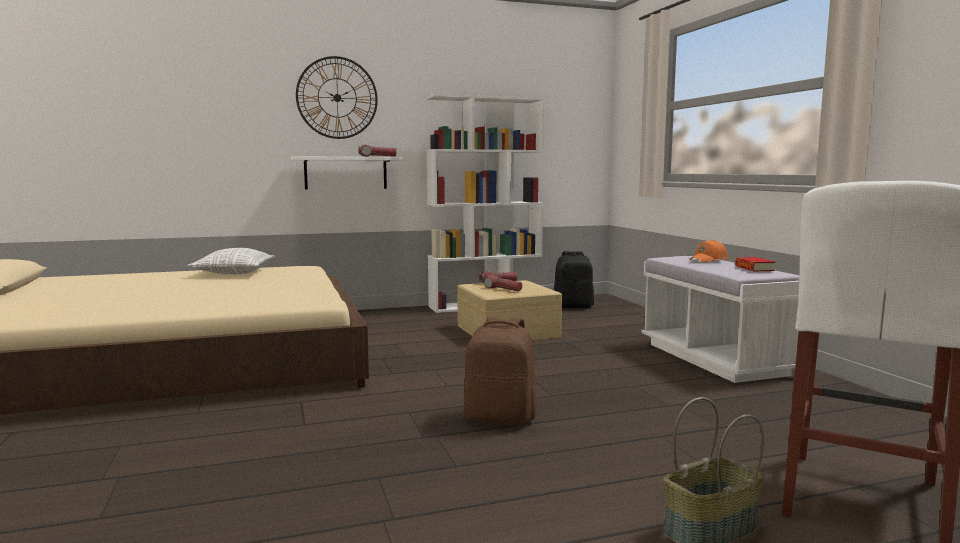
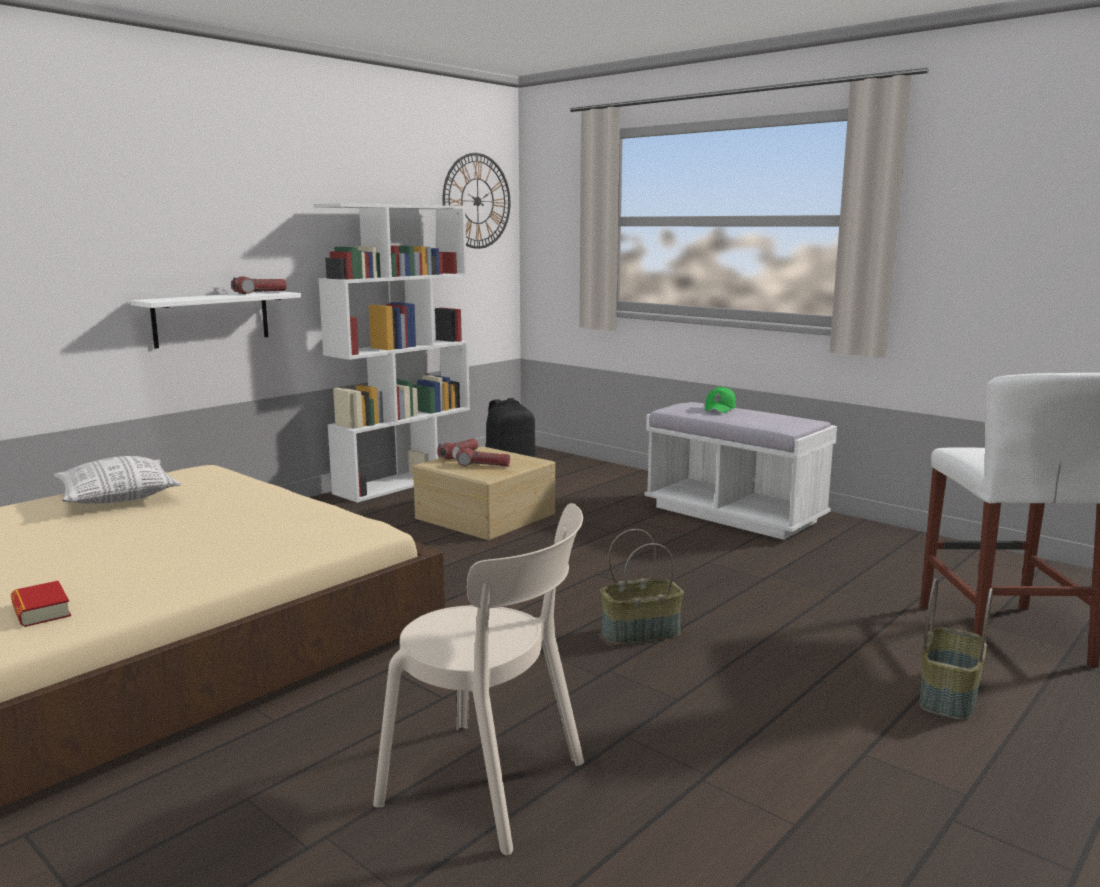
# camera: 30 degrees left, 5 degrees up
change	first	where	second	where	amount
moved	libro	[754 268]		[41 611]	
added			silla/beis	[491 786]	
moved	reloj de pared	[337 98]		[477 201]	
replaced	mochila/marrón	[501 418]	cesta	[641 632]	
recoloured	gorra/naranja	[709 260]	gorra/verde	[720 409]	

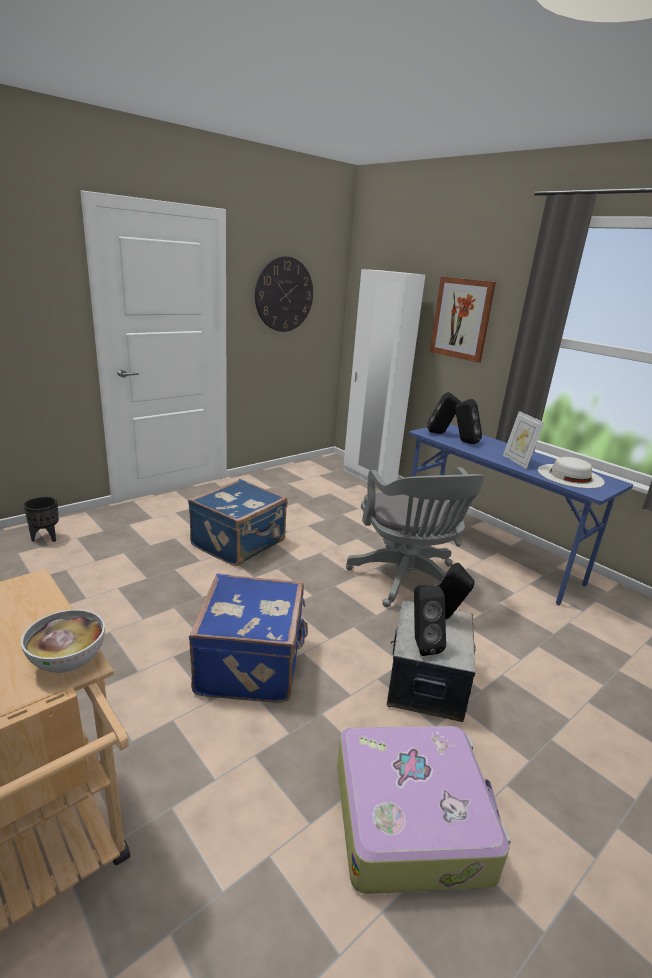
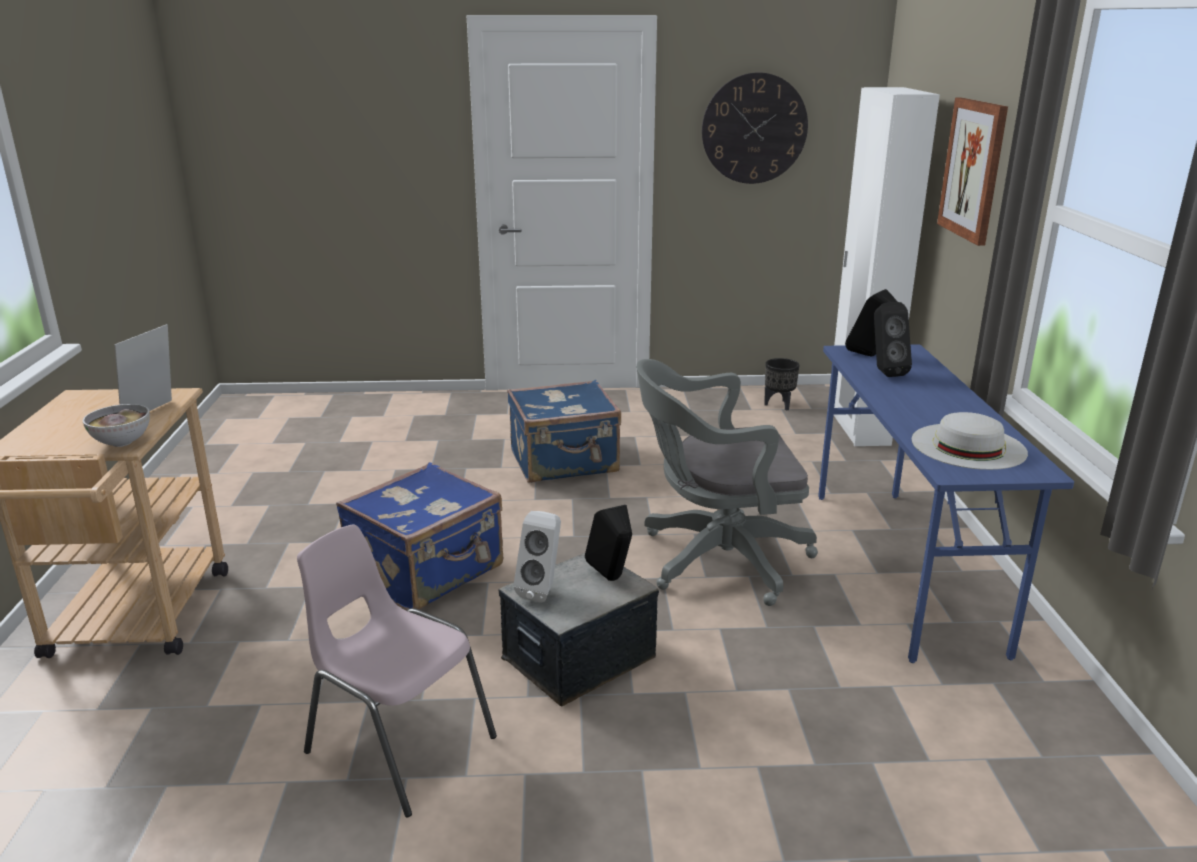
# camera: 40 degrees right, 0 degrees up
change	first	where	second	where	amount
moved	portarretratos	[517 461]		[152 413]	
replaced	maleta	[412 817]	silla/rosa	[398 744]	
recoloured	altavoz/negro	[421 644]	altavoz/blanco	[543 590]	
turned	silla de oficina/gris	[407 581]		[716 560]	60 degrees clockwise
moved	maceta/negro	[46 538]		[779 405]	

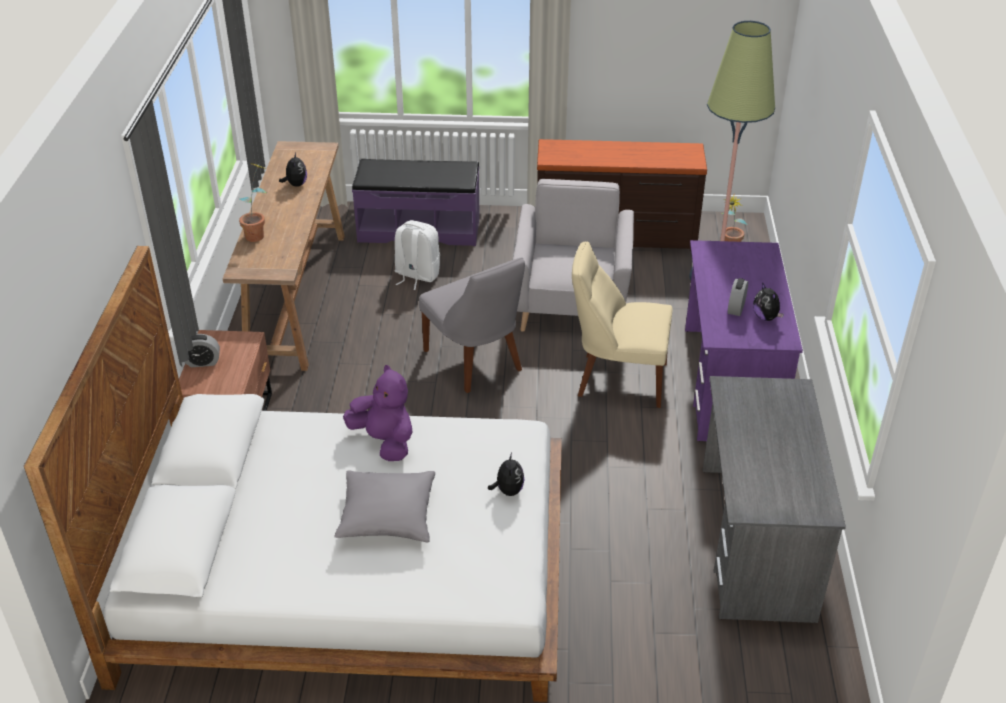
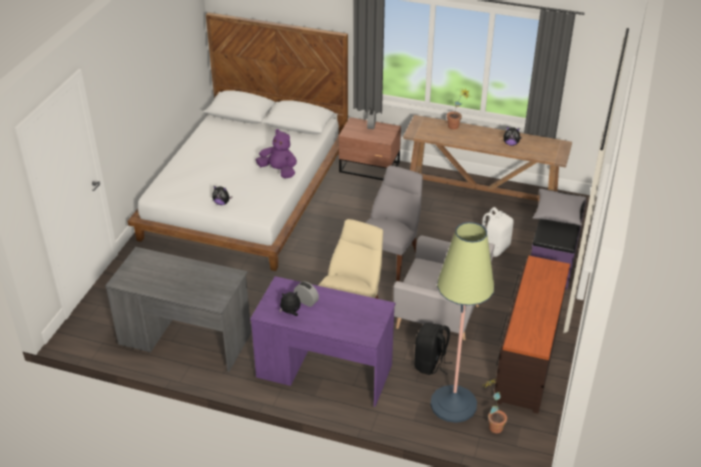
# camera: 105 degrees right, 0 degrees up
change	first	where	second	where	amount
turned	peluche/morado	[384 441]		[279 171]	120 degrees counterclockwise
turned	silla/gris	[475 362]		[390 259]	135 degrees clockwise
added			mochila/negro	[430 364]	
moved	cojín/gris	[387 516]		[558 214]	

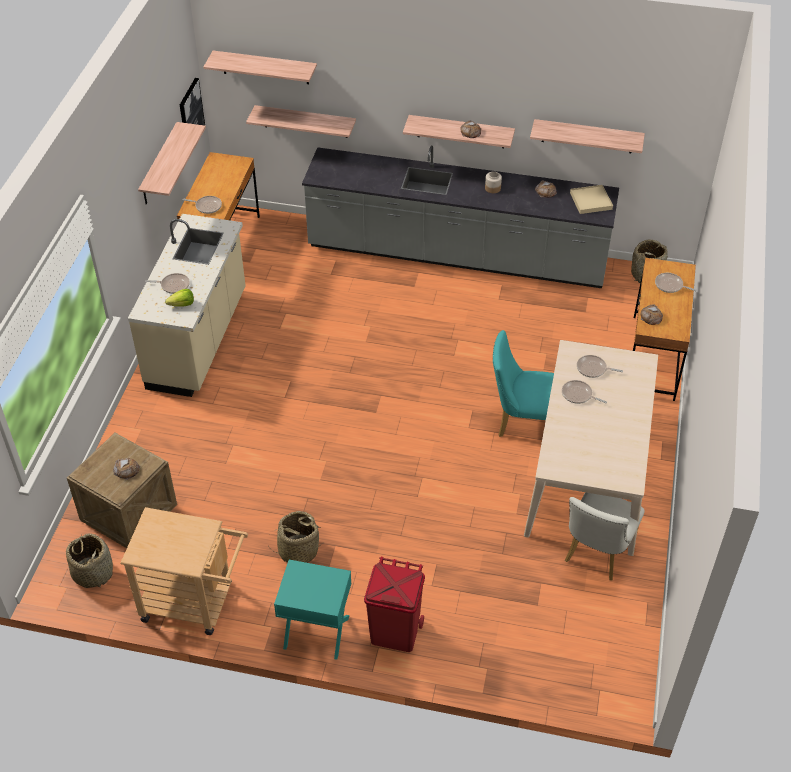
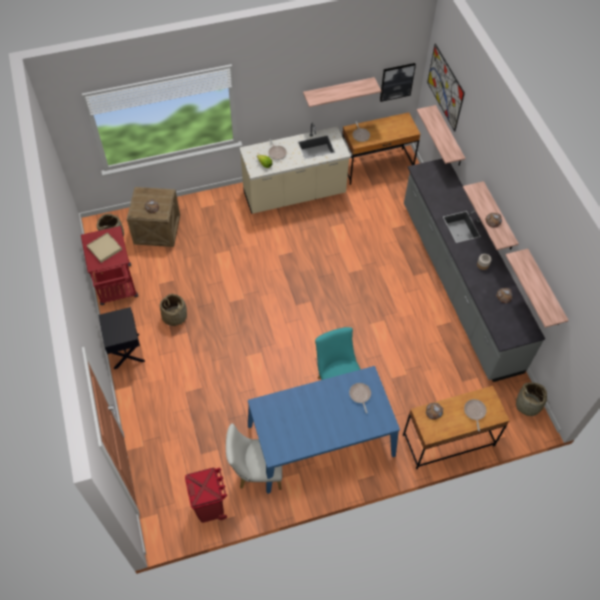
# camera: 60 degrees right, 10 degrees up
change	first	where	second	where	amount
recoloured	carrito/beis	[195 603]	carrito/rojo	[117 288]	
moved	bandeja/beis	[590 201]		[104 248]	
recoloured	mesita de noche/turquesa	[316 632]	mesita de noche/negro	[126 351]	
moved	papelera/rojo	[395 632]		[210 506]	
recoloured	mesa de comedor/beis	[588 471]	mesa de comedor/azul	[320 440]	
replaced	estante	[265 67]	cuadro	[445 87]	
removed	sartén	[578 395]			

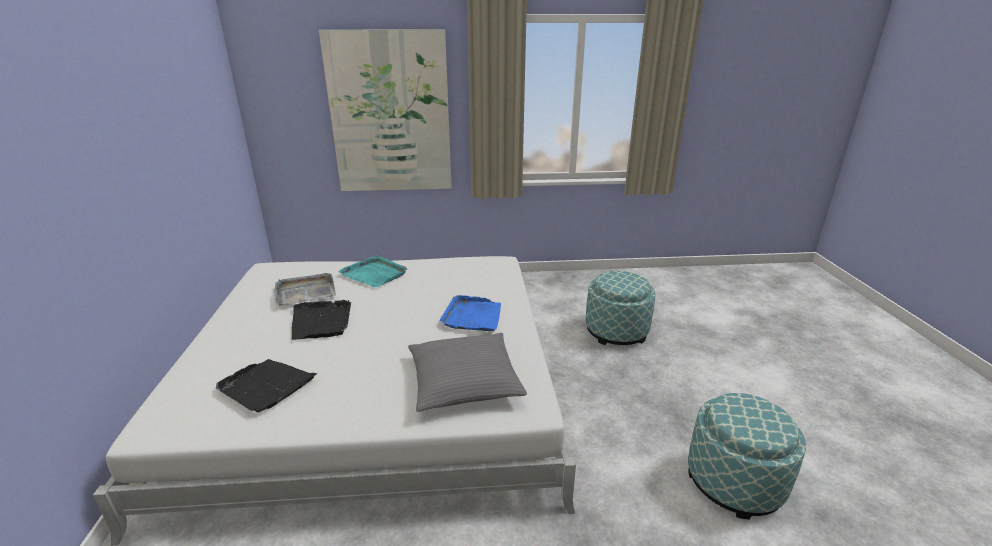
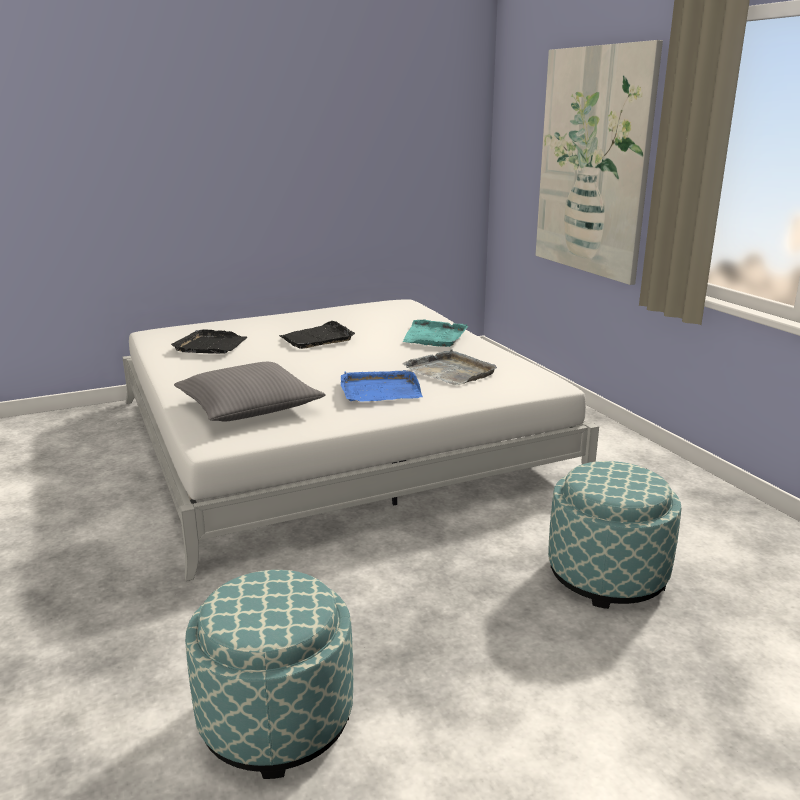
# camera: 70 degrees right, 5 degrees down
change	first	where	second	where	amount
moved	bandeja/gris	[305 292]		[450 371]	

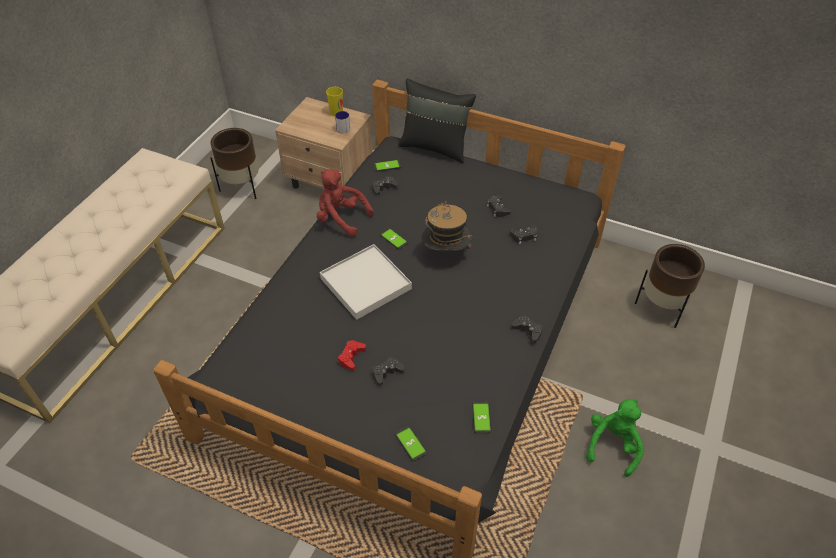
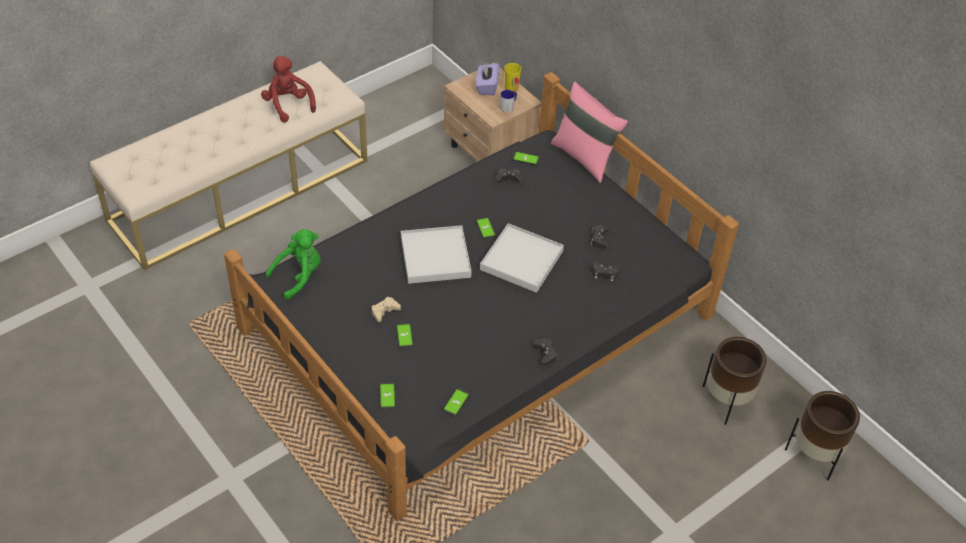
# camera: 25 degrees right, 0 degrees up
change	first	where	second	where	amount
moved	peluche/rojo	[341 218]		[288 105]	
moved	peluche/verde	[613 445]		[299 276]	
recoloured	mando de consola/rojo	[351 357]	mando de consola/beis	[384 311]	
replaced	mando de consola/negro	[387 373]	móvil	[404 336]	
added			caja de pañuelos/morado	[487 86]	
replaced	sombrero	[445 254]	bandeja/blanco	[521 260]	
recoloured	cojín/negro	[435 147]	cojín/rosa	[585 157]	
moved	maceta/marrón	[242 187]		[814 455]	

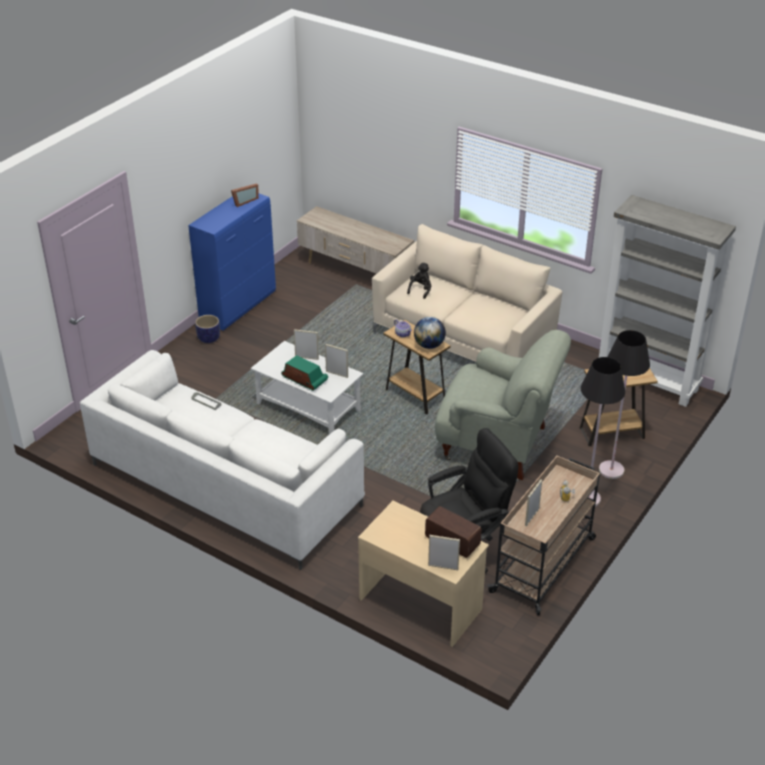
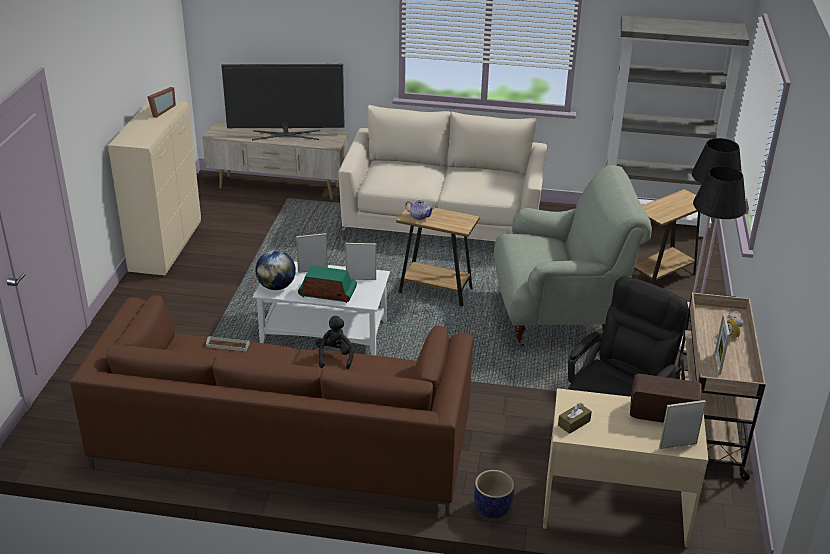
# camera: 25 degrees left, 5 degrees down
change	first	where	second	where	amount
recoloured	sofá/blanco	[225 484]	sofá/marrón	[284 443]	
recoloured	armario/azul	[238 306]	armario/beis	[166 247]	
added			televisor	[286 135]	
moved	globo terráqueo	[429 345]		[276 286]	
moved	peluche/negro	[420 290]		[335 356]	
moved	maceta	[208 338]		[492 509]	
added			caja de pañuelos/marrón	[574 423]	

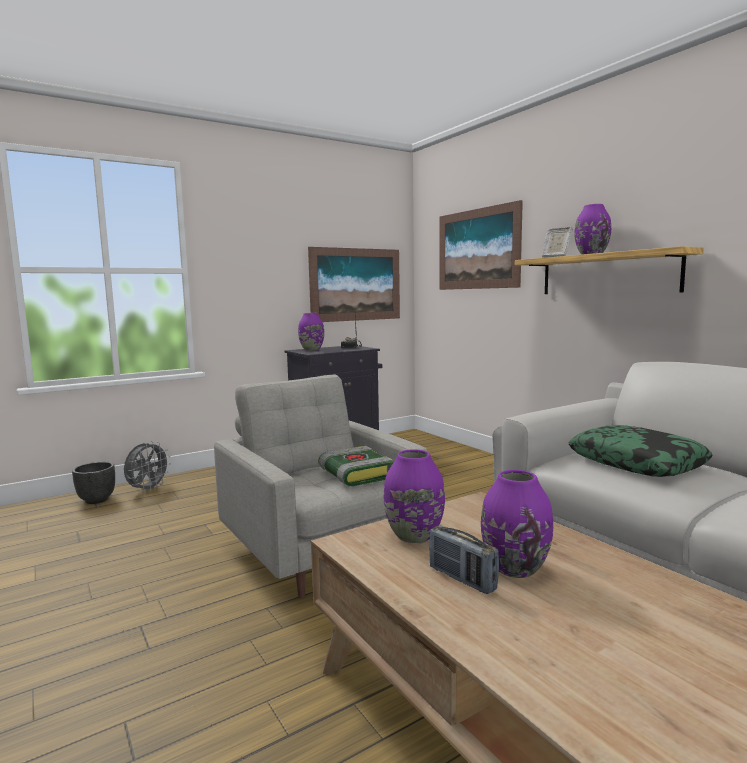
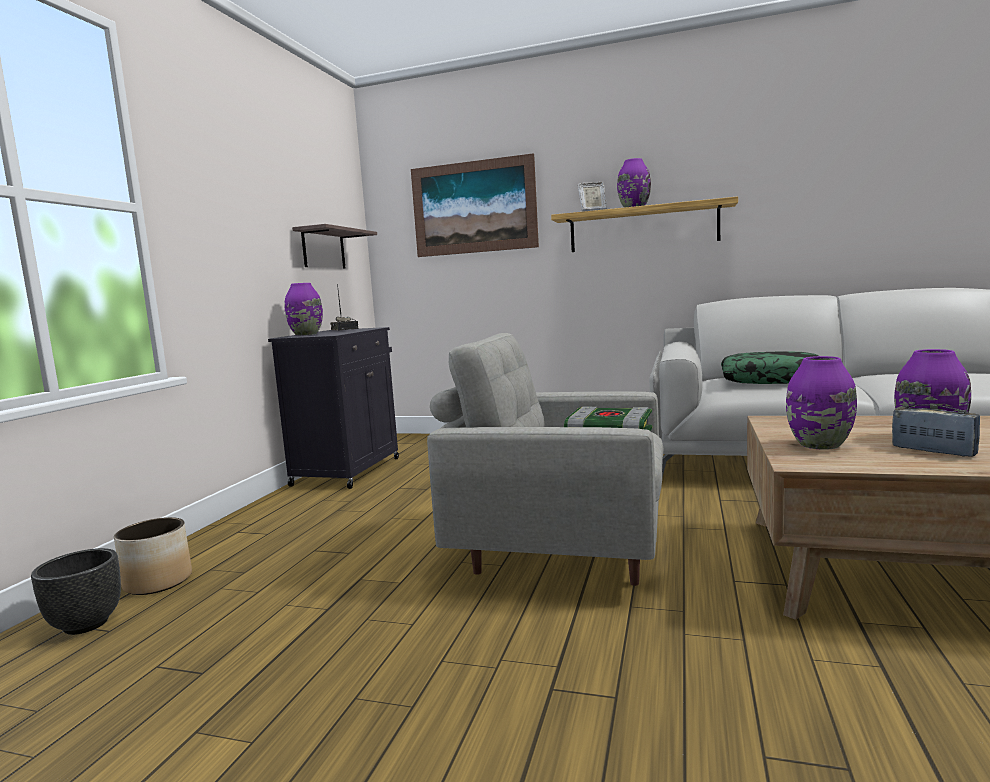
# camera: 40 degrees left, 0 degrees up
change	first	where	second	where	amount
replaced	ventilador/gris	[148 489]	maceta	[158 582]	
replaced	cuadro	[356 284]	estante	[323 249]	
turned	radio	[462 579]		[933 451]	135 degrees counterclockwise

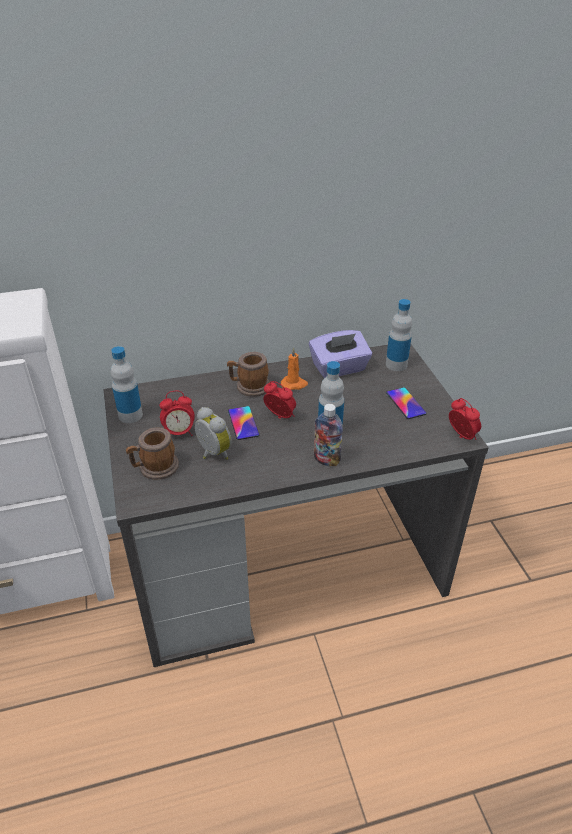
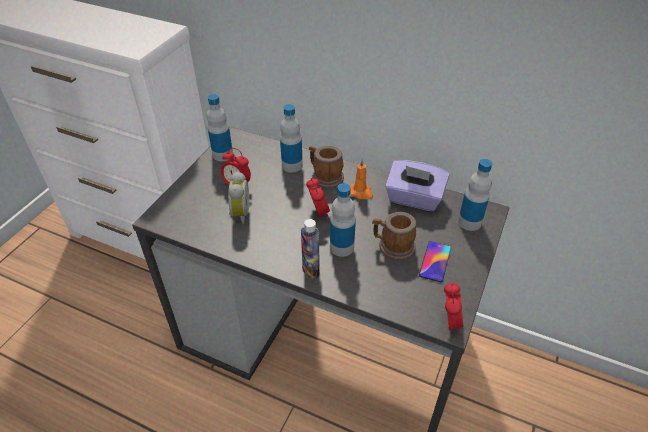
# camera: 40 degrees right, 5 degrees up
change	first	where	second	where	amount
added			botella	[292 165]	
moved	taza grande	[154 468]		[392 246]	
removed	móvil	[243 423]			

